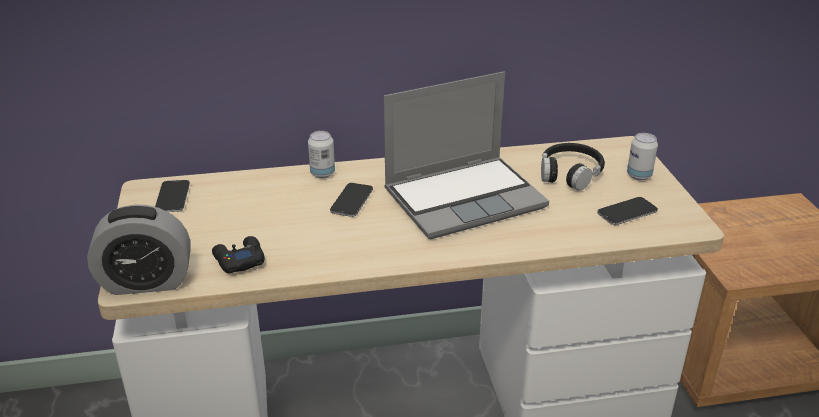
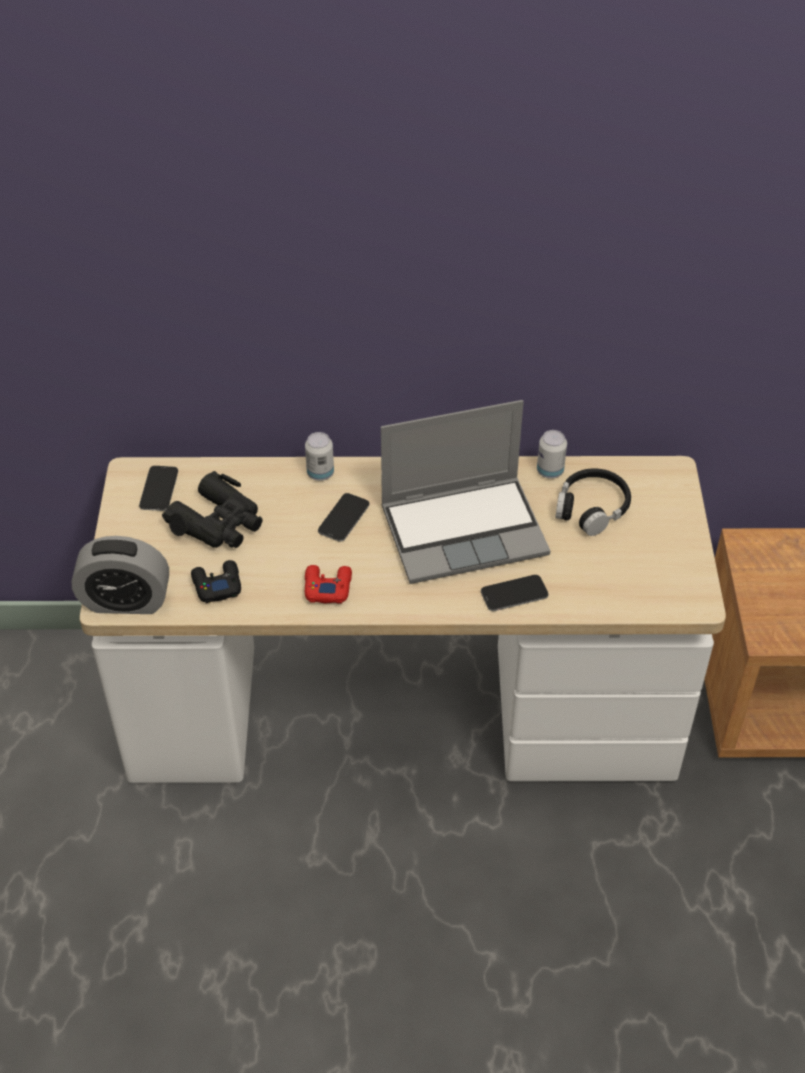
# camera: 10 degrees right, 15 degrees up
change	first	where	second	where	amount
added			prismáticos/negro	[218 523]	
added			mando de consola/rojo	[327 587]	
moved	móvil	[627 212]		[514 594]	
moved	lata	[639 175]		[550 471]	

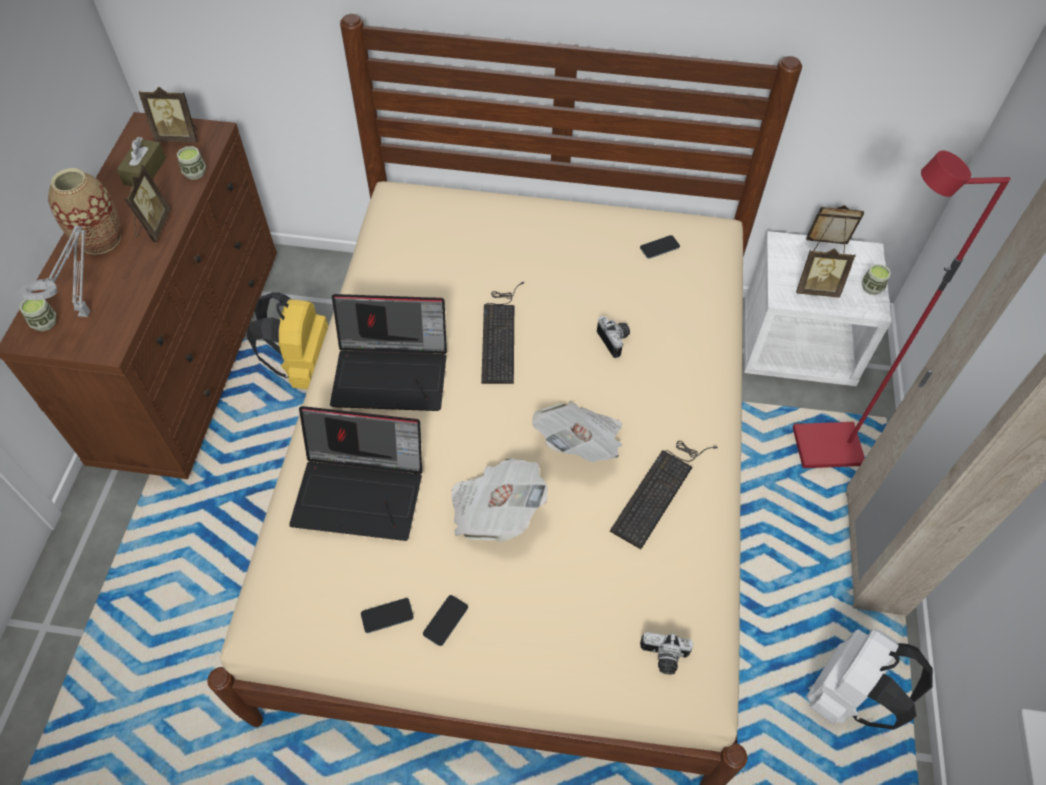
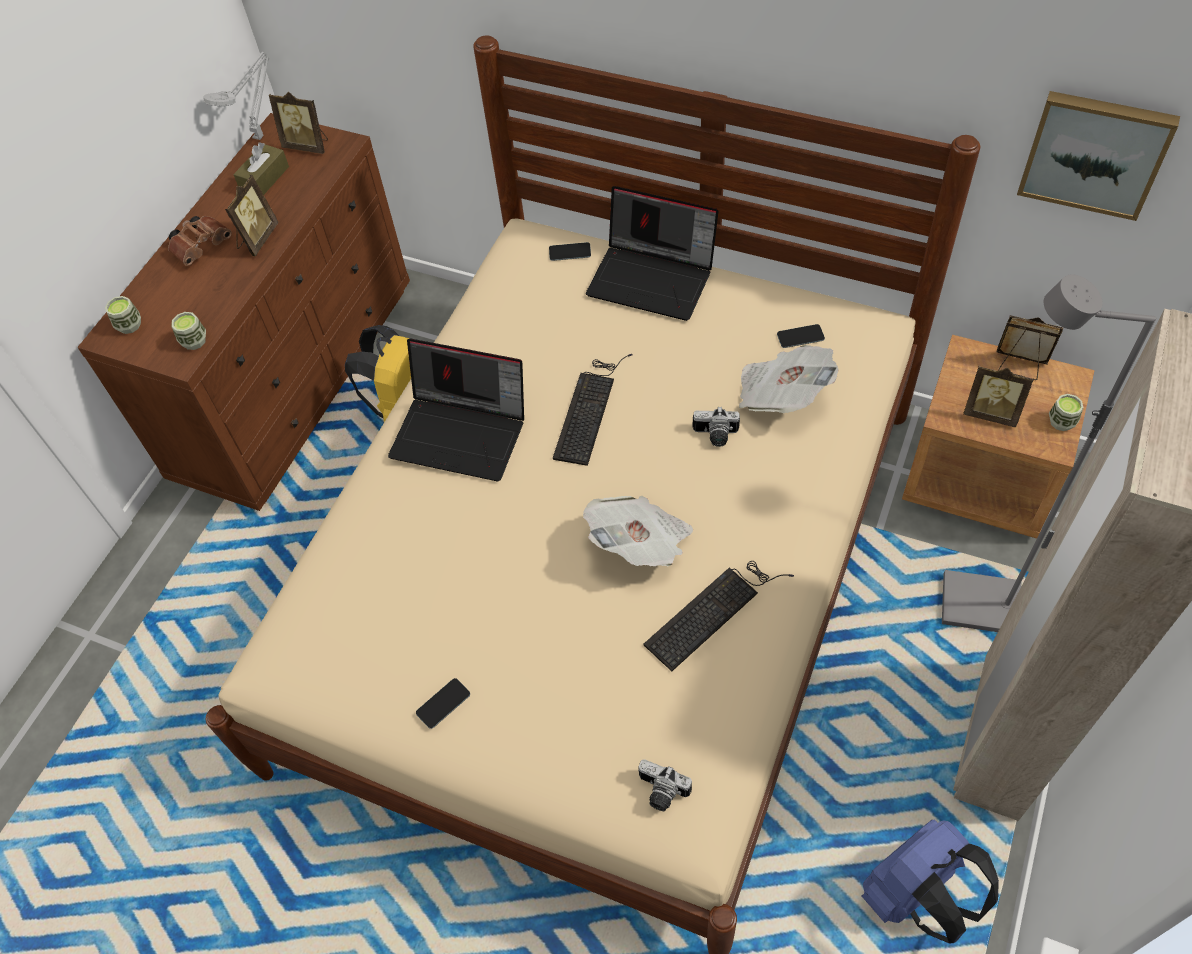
# camera: 20 degrees right, 0 degrees up
change	first	where	second	where	amount
replaced	florero	[100 239]	prismáticos/marrón	[203 246]	
moved	taza	[195 173]		[194 341]	
moved	lámpara de mesa/gris	[86 311]		[260 135]	
moved	móvil	[387 615]		[570 252]	
moved	portátil	[362 491]		[653 278]	
turned	cámara	[615 340]		[715 436]	105 degrees clockwise
moved	periódico	[495 511]		[782 394]	
recoloured	mochila/blanco	[847 696]	mochila/azul	[916 896]	
recoloured	mesita de noche/blanco	[797 345]	mesita de noche/marrón	[980 477]	
recoloured	lámpara de pie/rojo	[826 449]	lámpara de pie/gris	[978 607]	
added			cuadro	[1095 152]	

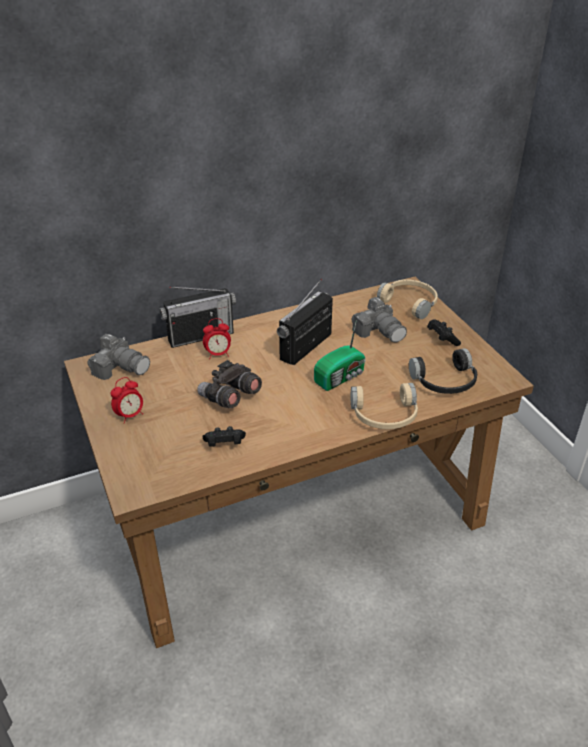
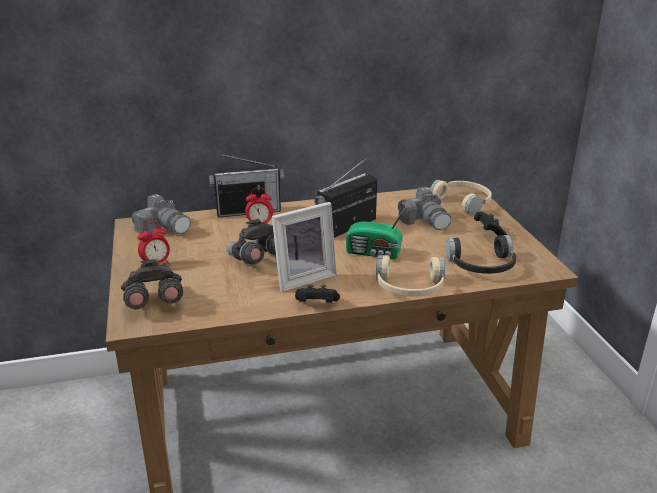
# camera: 10 degrees right, 10 degrees down
change	first	where	second	where	amount
added			prismáticos/gris	[153 303]	
added			portarretratos	[303 277]	
moved	mando de consola/negro	[224 444]		[316 304]	
turned	radio	[341 377]		[374 253]	45 degrees clockwise

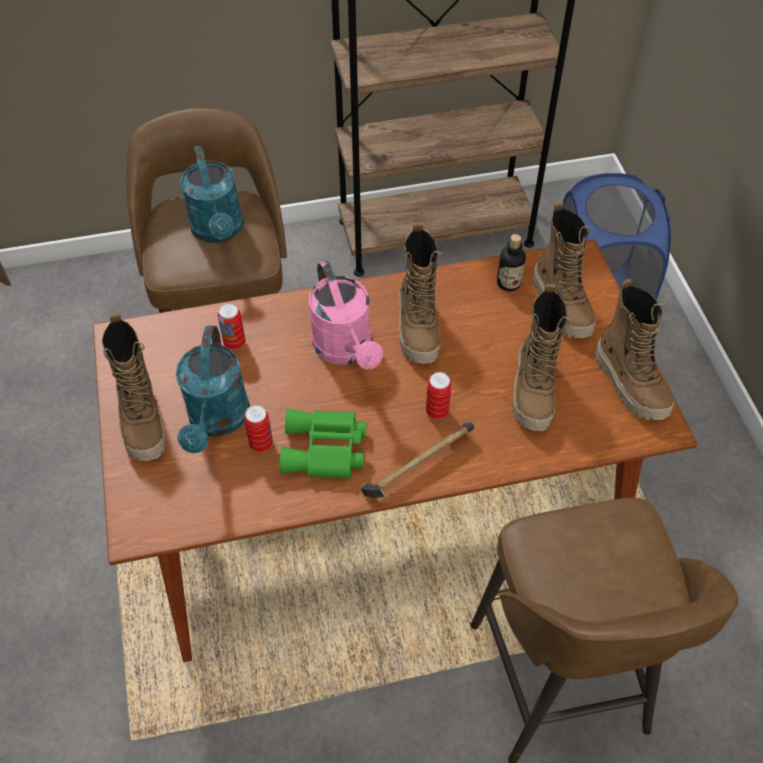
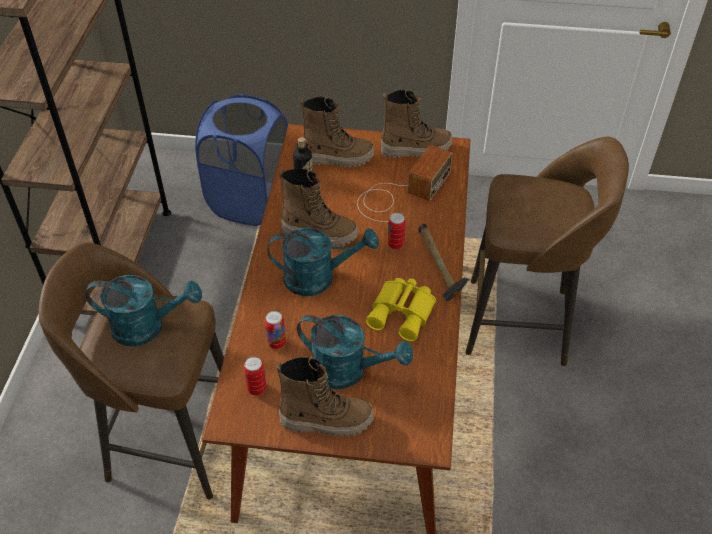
# camera: 70 degrees left, 5 degrees down
change	first	where	second	where	amount
moved	lata	[261 444]		[257 388]	
recoloured	regadera/rosa	[346 350]	regadera/turquesa	[318 277]	
replaced	bota	[534 391]	radio	[401 193]	
recoloured	prismáticos/verde	[325 451]	prismáticos/amarillo	[403 312]	

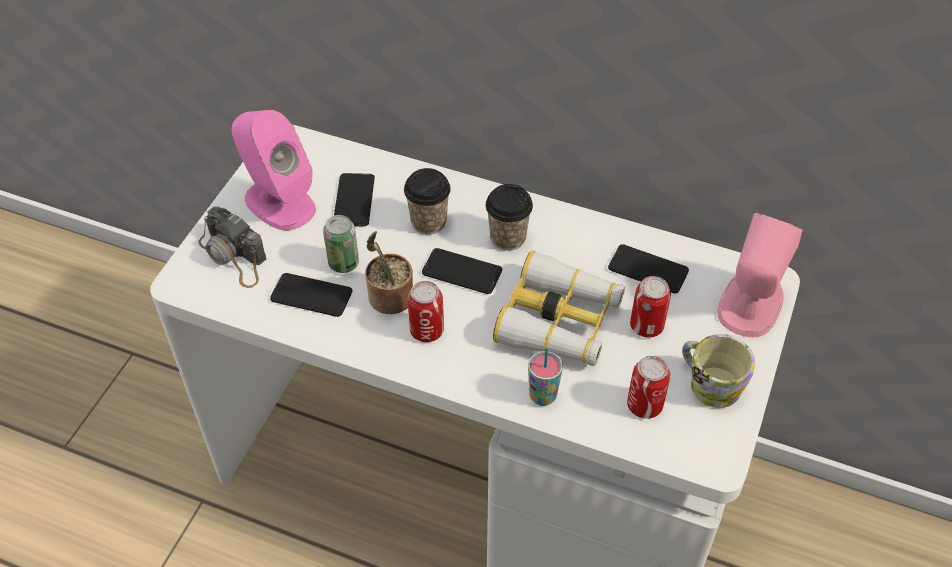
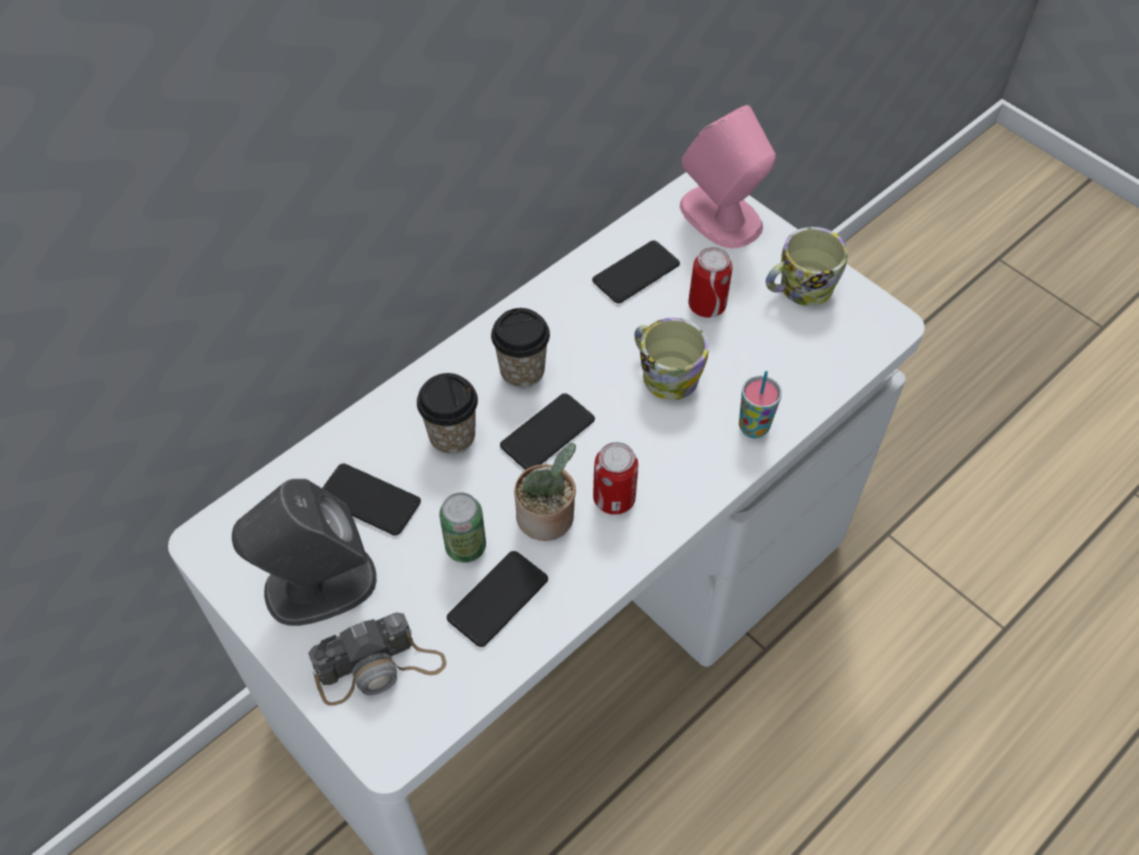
# camera: 65 degrees left, 5 degrees up
change	first	where	second	where	amount
recoloured	altavoz/rosa	[279 203]	altavoz/gris	[318 585]	
replaced	prismáticos	[559 321]	taza grande	[664 373]	
removed	lata	[644 405]			

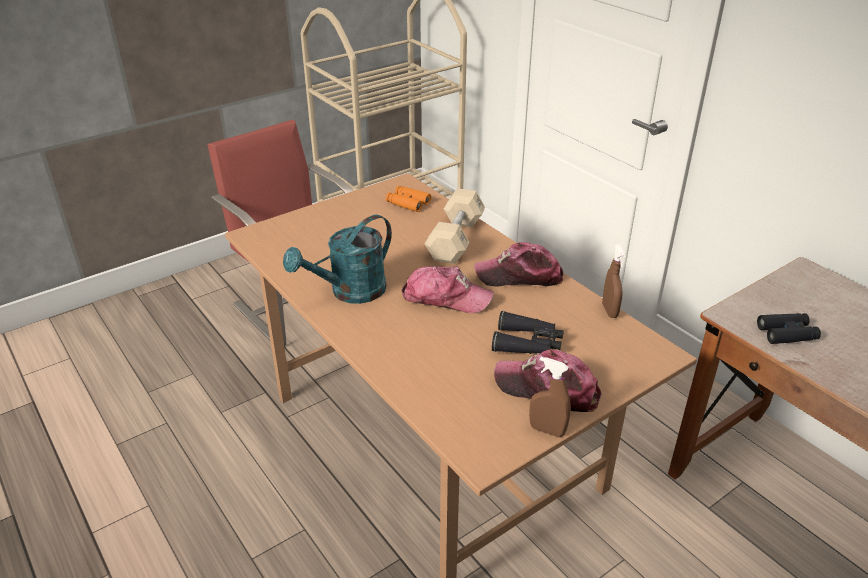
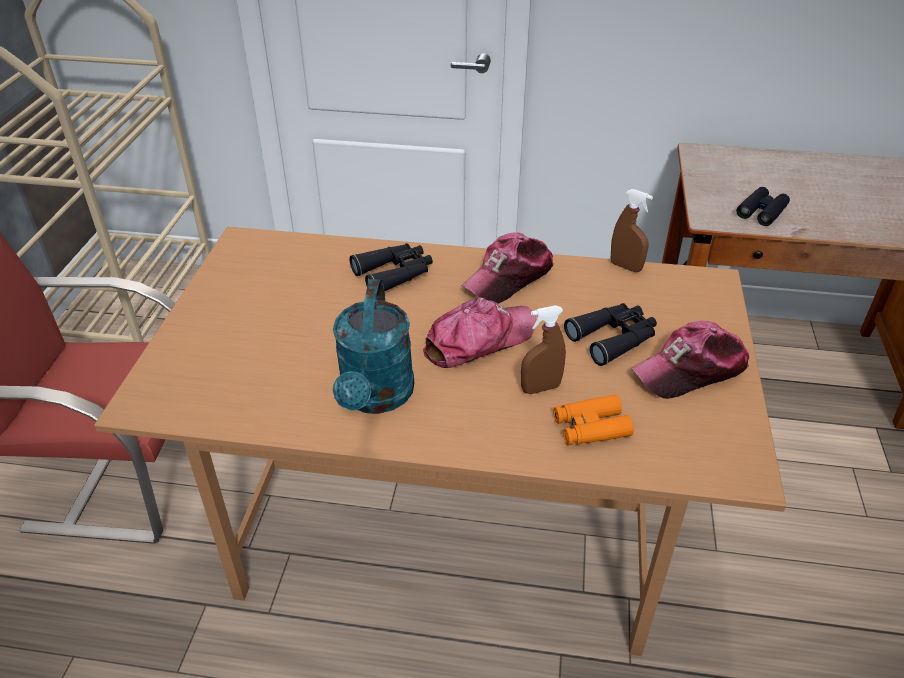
# camera: 45 degrees left, 5 degrees up
change	first	where	second	where	amount
replaced	mancuerna/beis	[455 240]	prismáticos/negro	[394 274]	
moved	pulverizador/marrón	[547 430]		[540 388]	
moved	prismáticos/naranja	[408 203]		[591 427]	

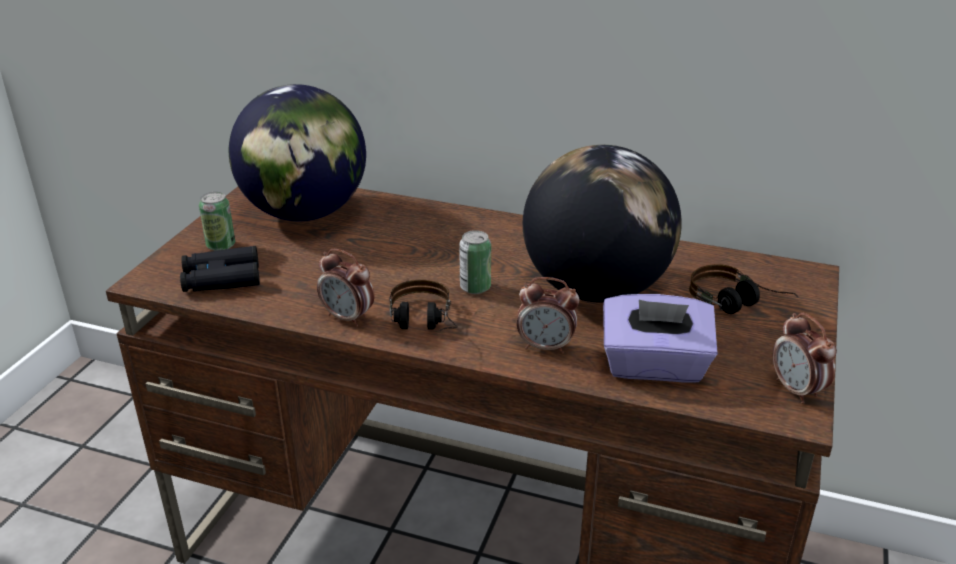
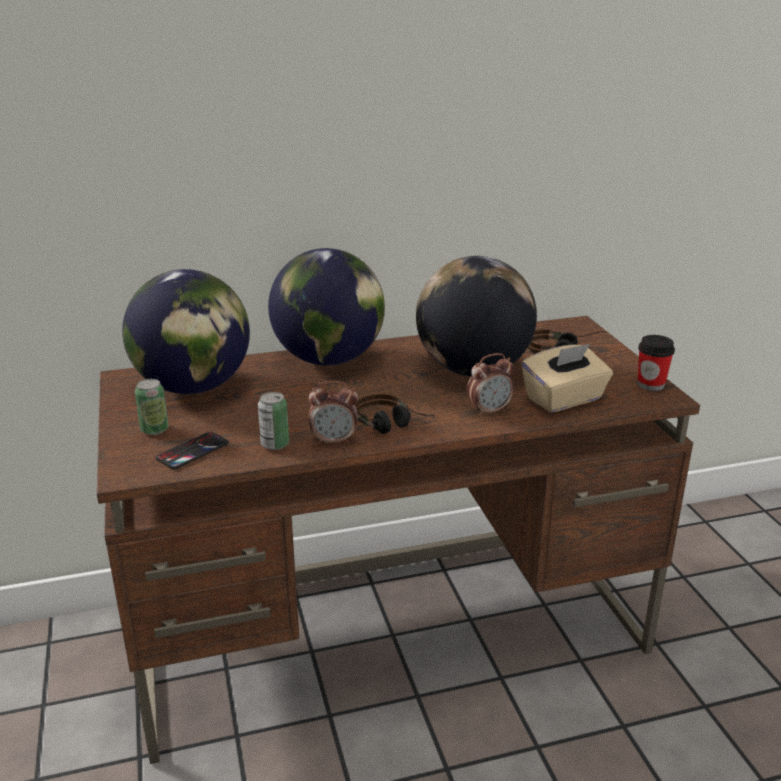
# camera: 35 degrees left, 5 degrees down
change	first	where	second	where	amount
replaced	prismáticos/negro	[221 279]	móvil	[192 451]	
moved	lata	[475 287]		[275 444]	
added			globo terráqueo	[328 360]	
recoloured	caja de pañuelos/morado	[654 366]	caja de pañuelos/beis	[564 399]	
replaced	despertador	[797 390]	taza	[650 385]	

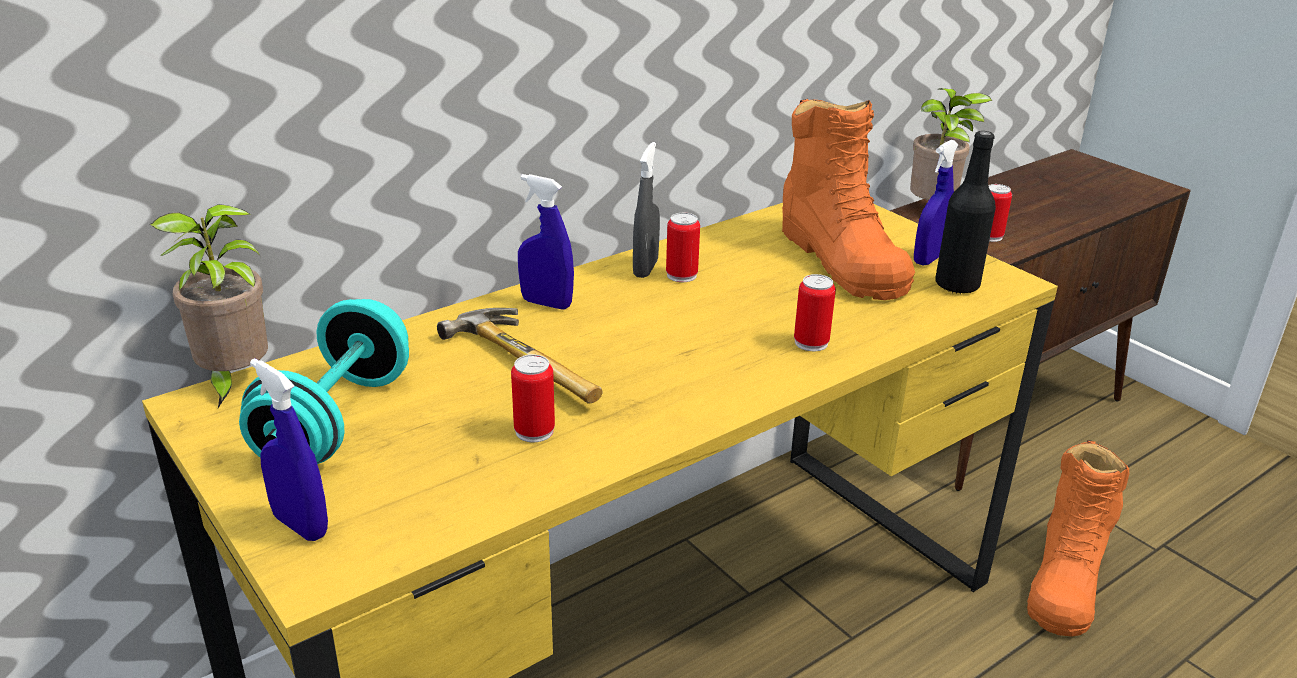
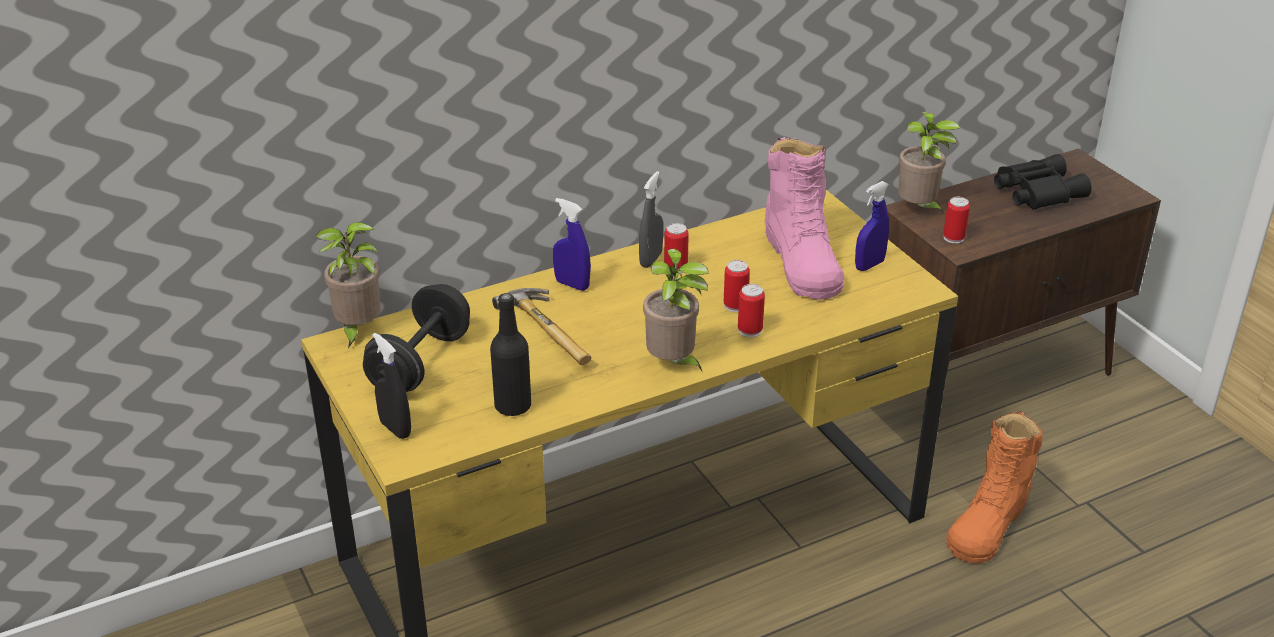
# camera: 10 degrees right, 5 degrees up
change	first	where	second	where	amount
recoloured	mancuerna/turquesa	[336 420]	mancuerna/negro	[420 363]	
recoloured	pulverizador/azul	[300 525]	pulverizador/negro	[395 429]	
moved	botella/negro	[957 285]		[513 406]	
added			planta en maceta	[673 364]	
moved	lata	[534 431]		[735 305]	
recoloured	bota/naranja	[841 259]	bota/rosa	[801 261]	
added			prismáticos/negro	[1035 191]	

